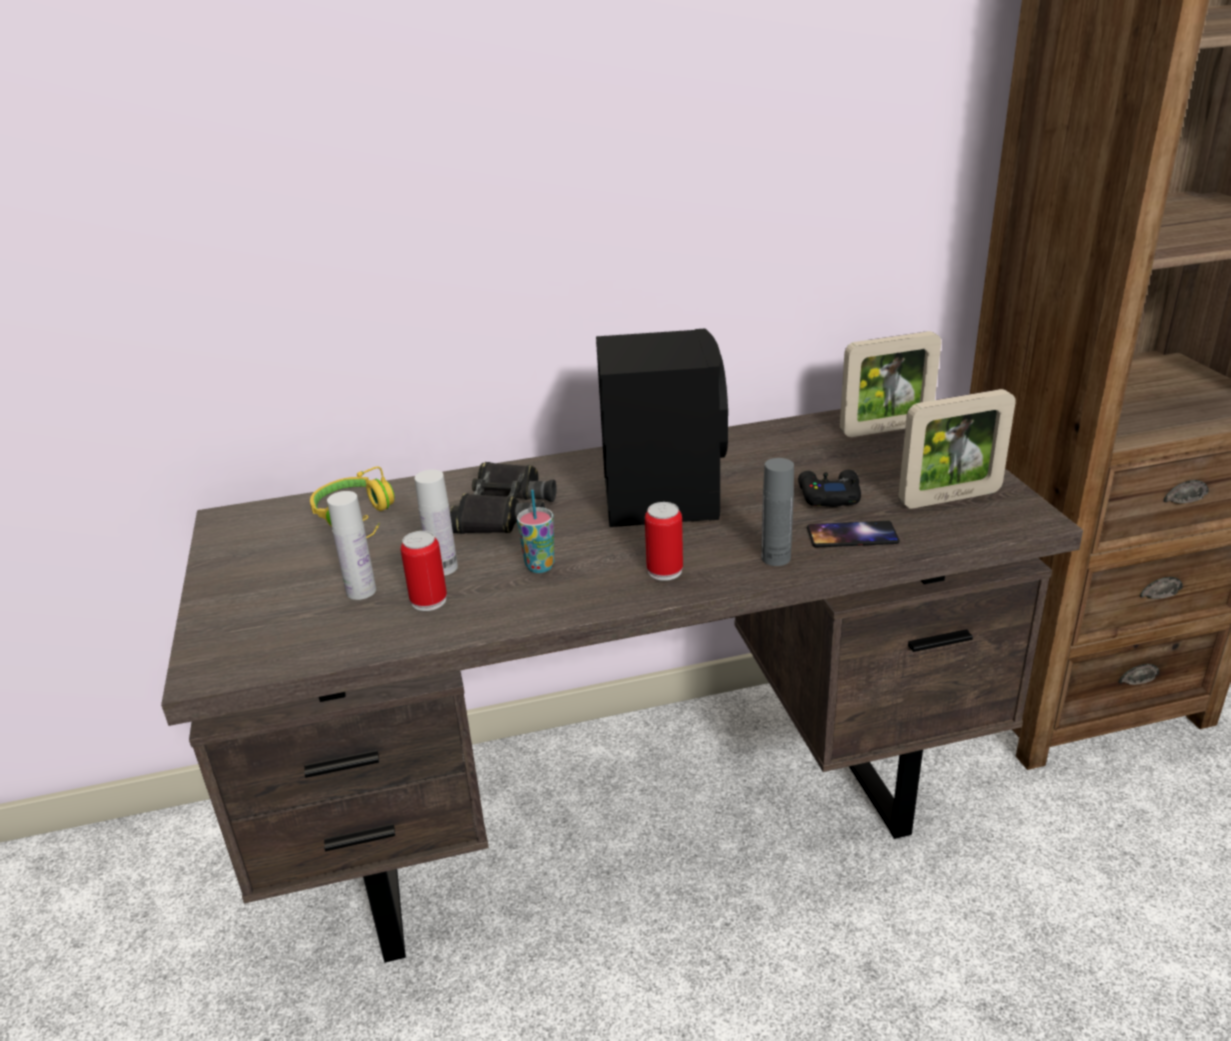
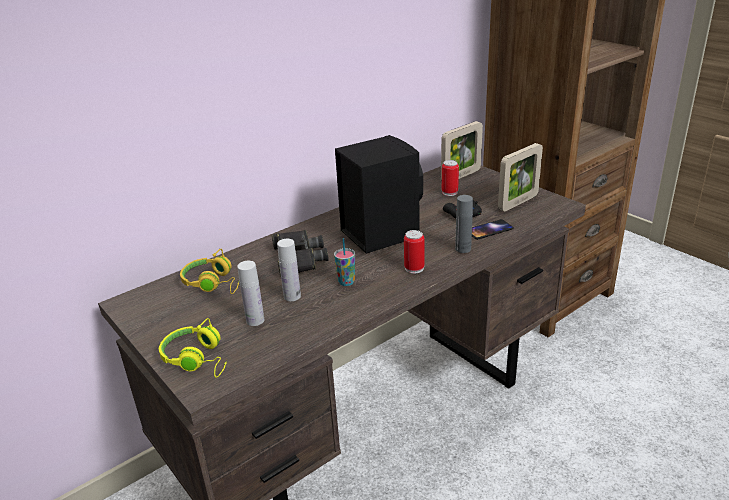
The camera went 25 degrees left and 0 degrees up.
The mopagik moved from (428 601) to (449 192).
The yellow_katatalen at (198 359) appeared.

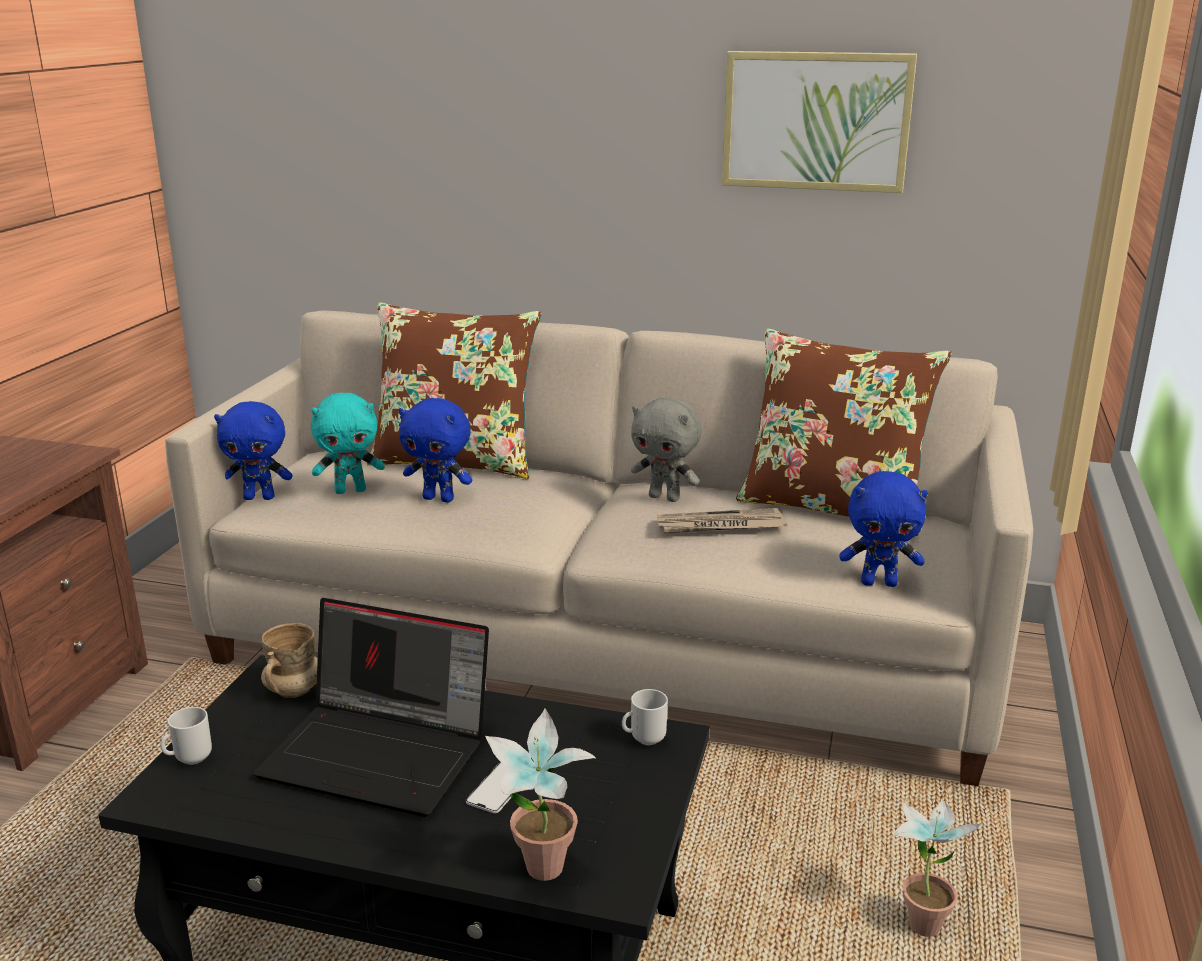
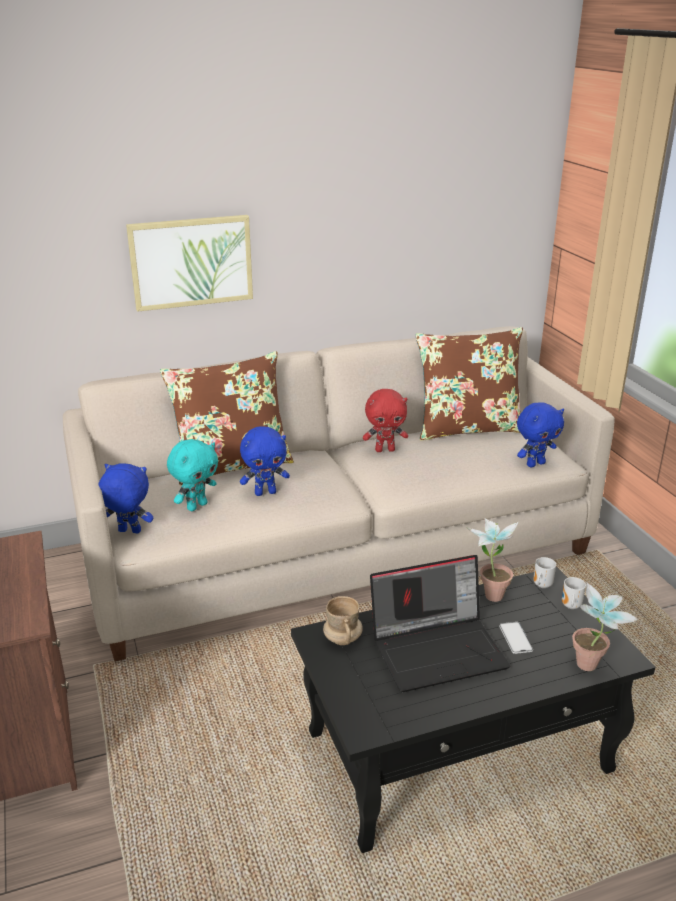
The camera went 35 degrees left and 5 degrees up.
The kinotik moved from (191 759) to (570 606).
The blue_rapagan at (260 497) turned 135 degrees counterclockwise.
The grey_rapagan at (665 497) became the red_rapagan at (385 450).
The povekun at (719 526) disappeared.
The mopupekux moved from (816 121) to (191 262).
The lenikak moved from (923 919) to (489 592).

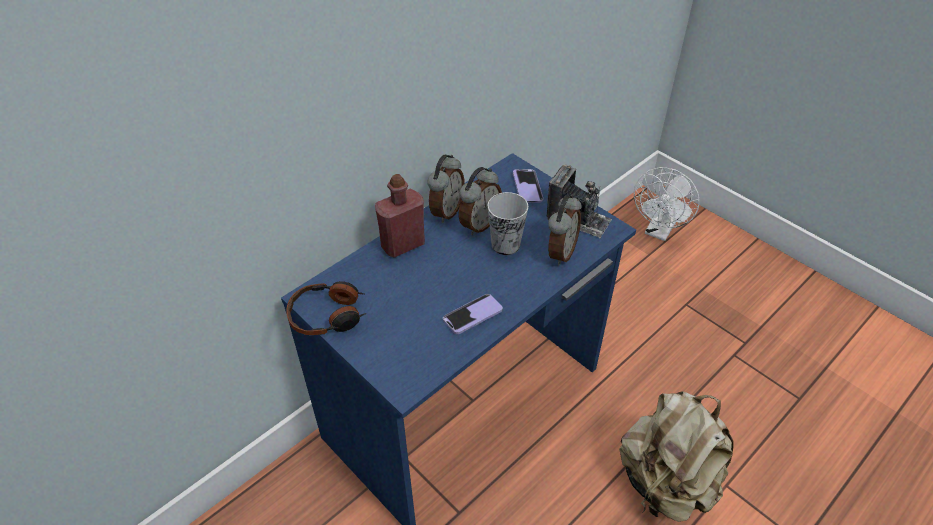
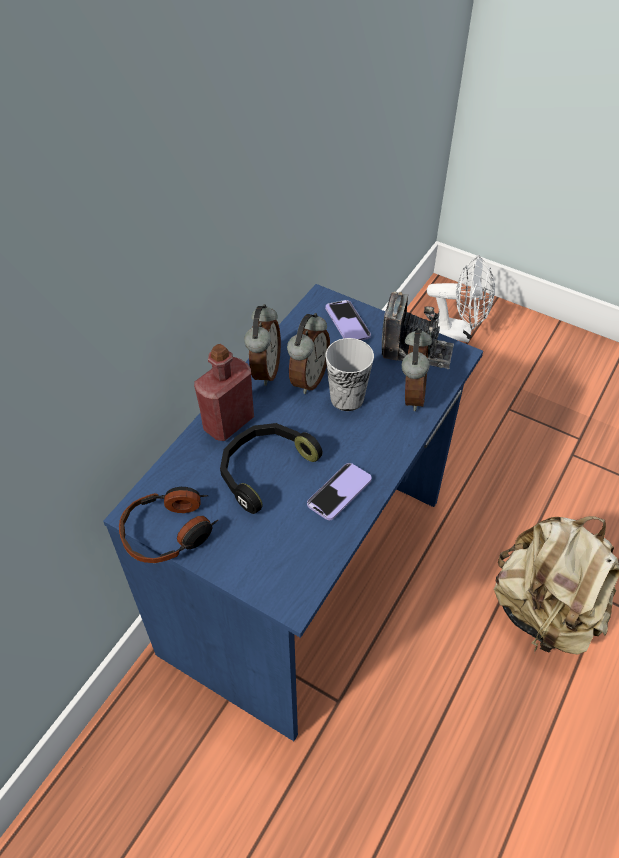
The camera went 15 degrees left and 5 degrees up.
The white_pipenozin at (659 231) turned 90 degrees counterclockwise.
The black_katatalen at (264 469) appeared.

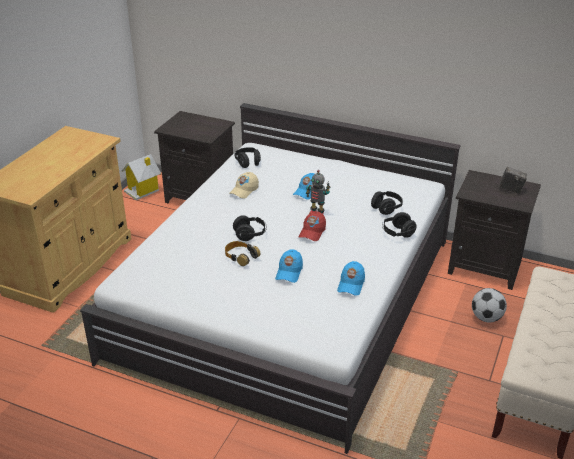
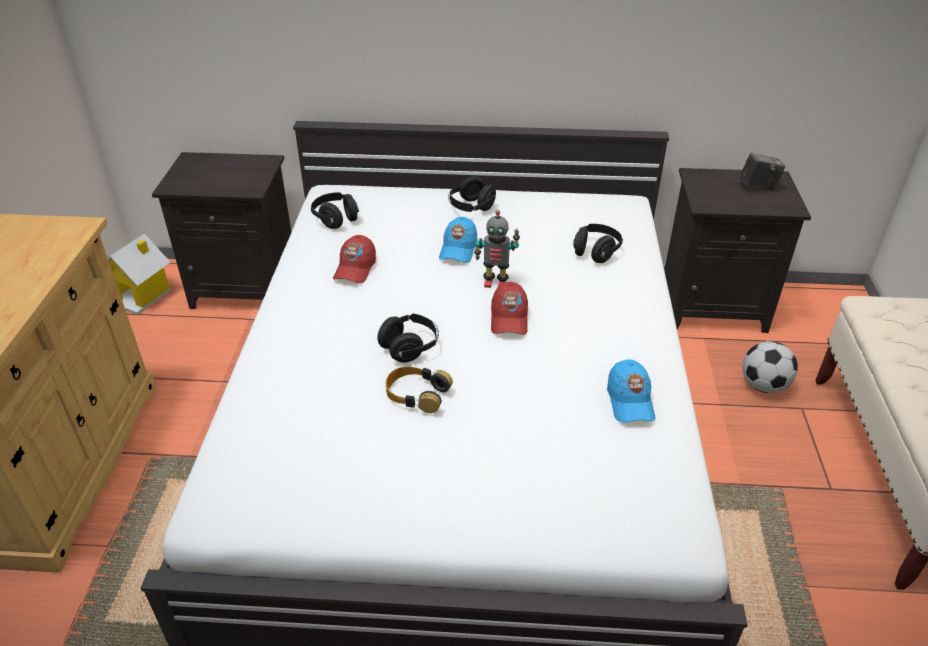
The camera went 20 degrees left and 5 degrees up.
The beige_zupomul at (244 190) became the red_zupomul at (355 268).
The blue_zupomul at (289 272) disappeared.
The black_katatalen moved from (397 233) to (471 208).

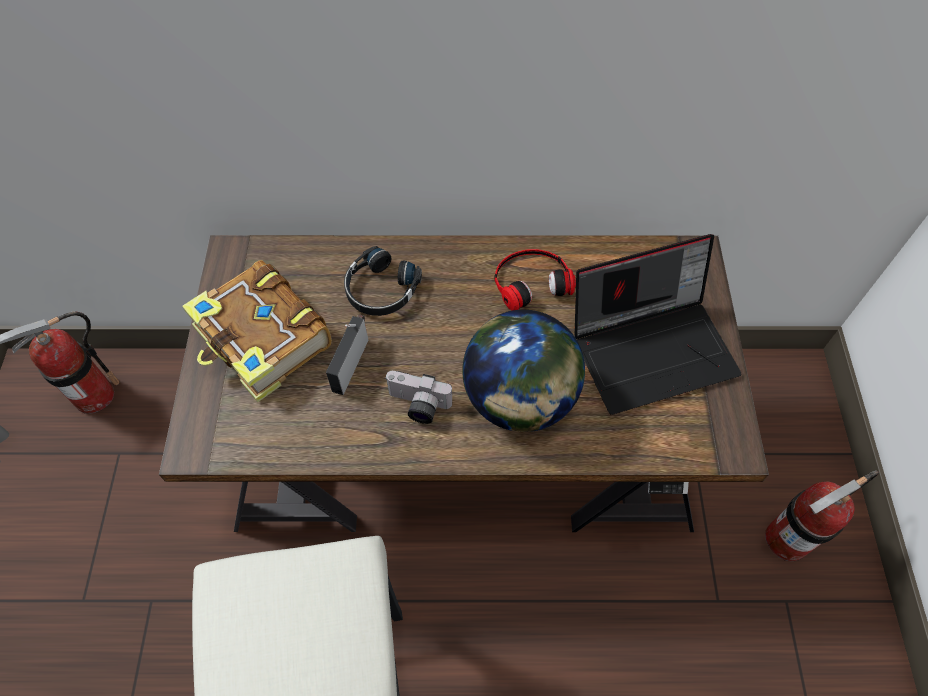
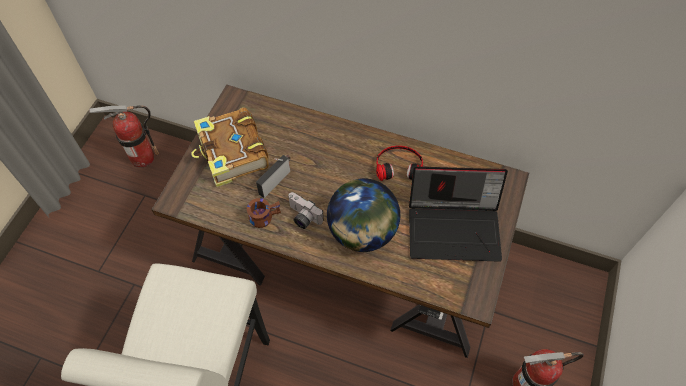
The camera went 20 degrees right and 0 degrees up.
The black_katatalen at (380 290) disappeared.
The brown_kinotik at (263 215) appeared.

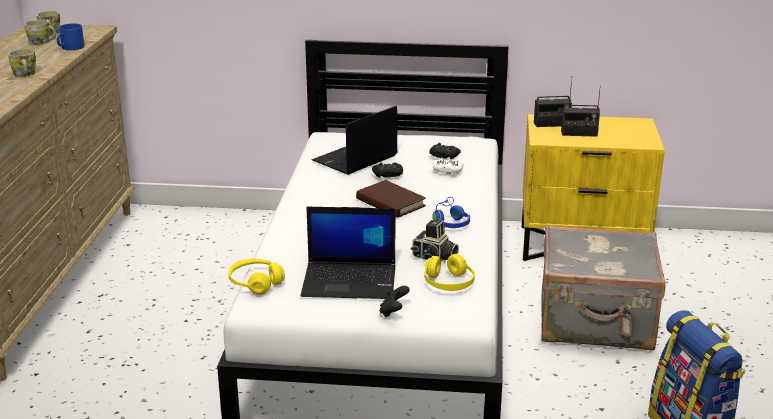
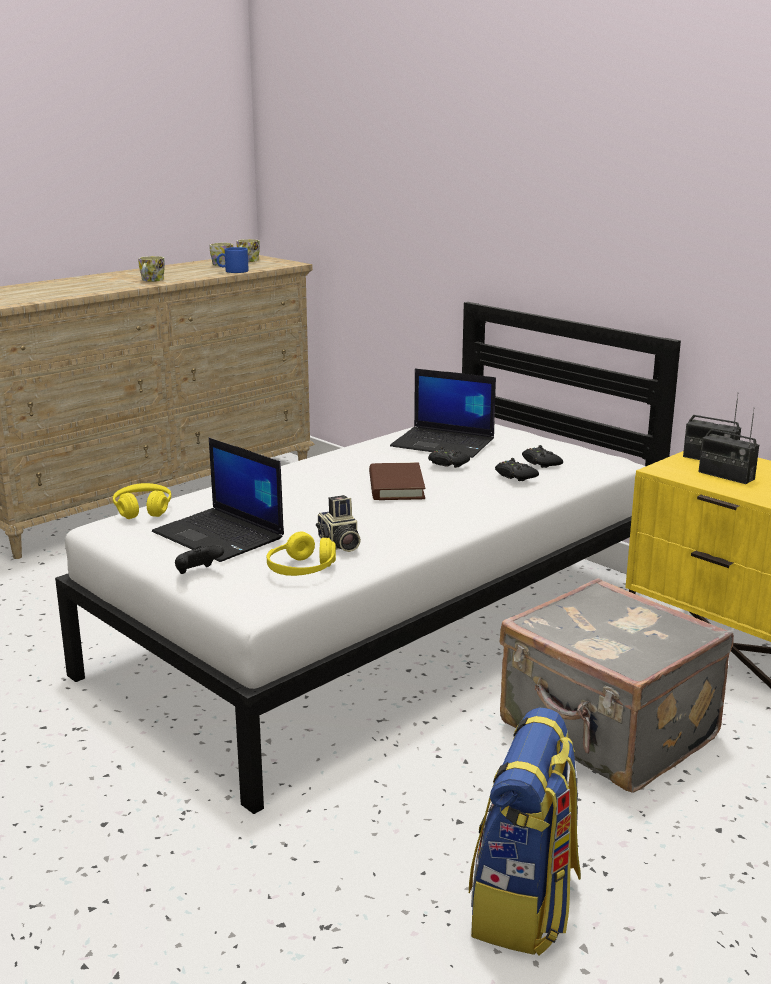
The camera went 40 degrees right and 5 degrees down.
The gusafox at (355 159) turned 150 degrees counterclockwise.
The blue_katatalen at (450 221) disappeared.
The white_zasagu at (447 170) became the black_zasagu at (515 476).

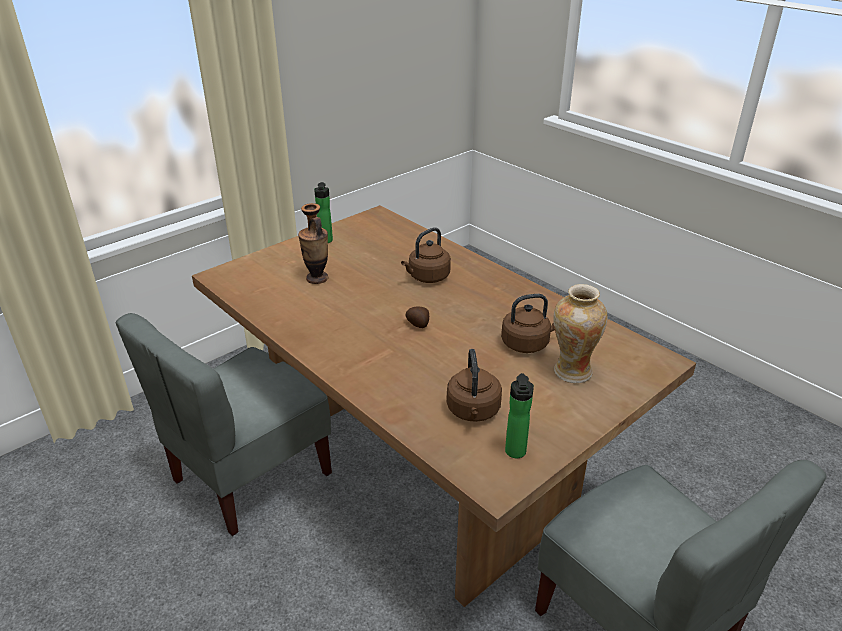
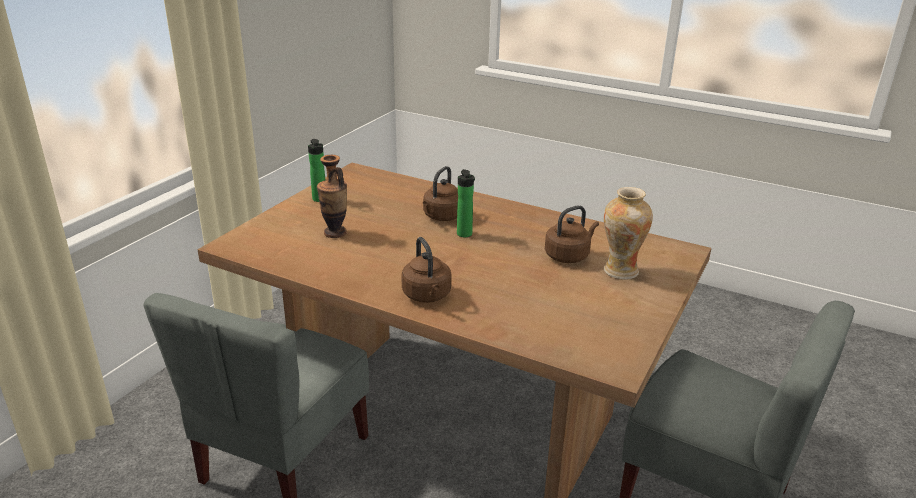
The camera went 20 degrees left and 5 degrees down.
The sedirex at (418 324) disappeared.
The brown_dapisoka moved from (473 411) to (427 296).
The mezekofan moved from (515 453) to (465 235).

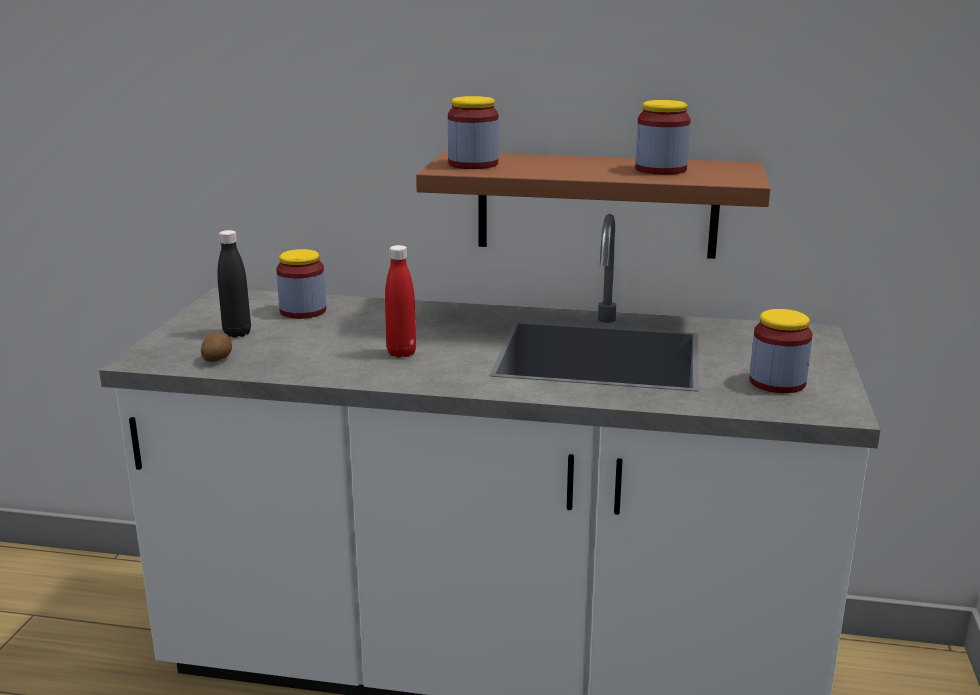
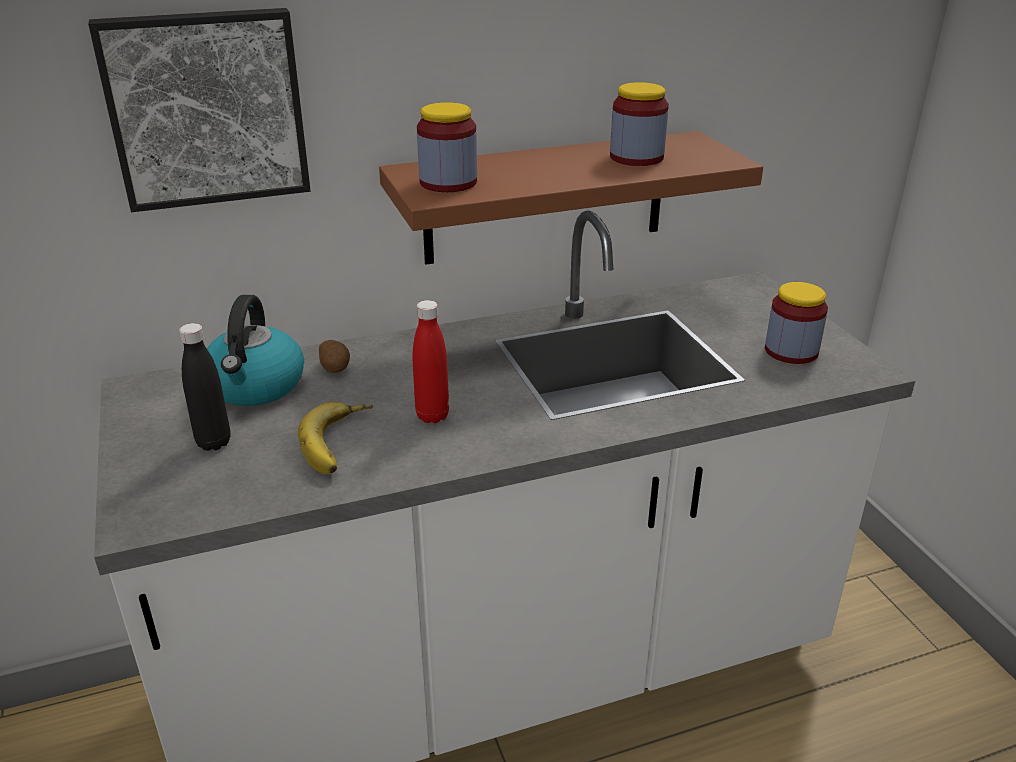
The camera went 30 degrees left and 10 degrees up.
The sedirex moved from (218 359) to (335 367).
The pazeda at (303 311) was replaced by the dapisoka at (256 386).
The mopupekux at (206 108) appeared.
The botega at (341 443) appeared.

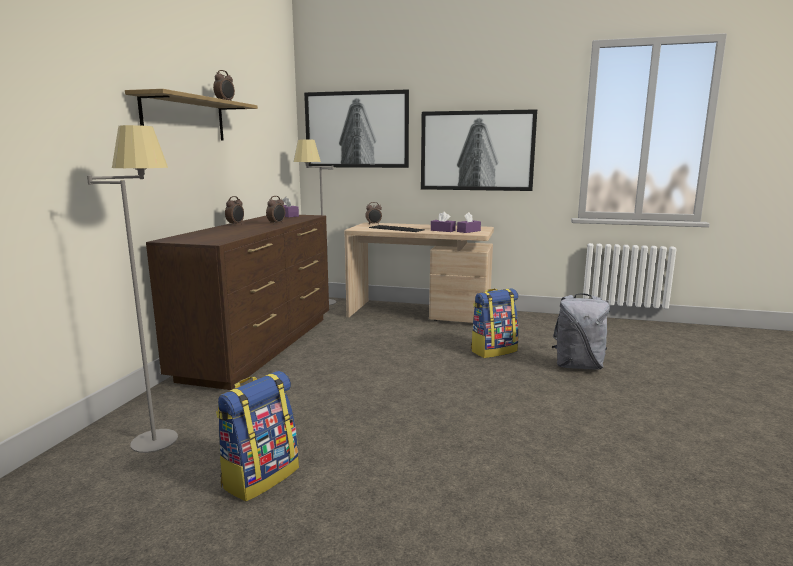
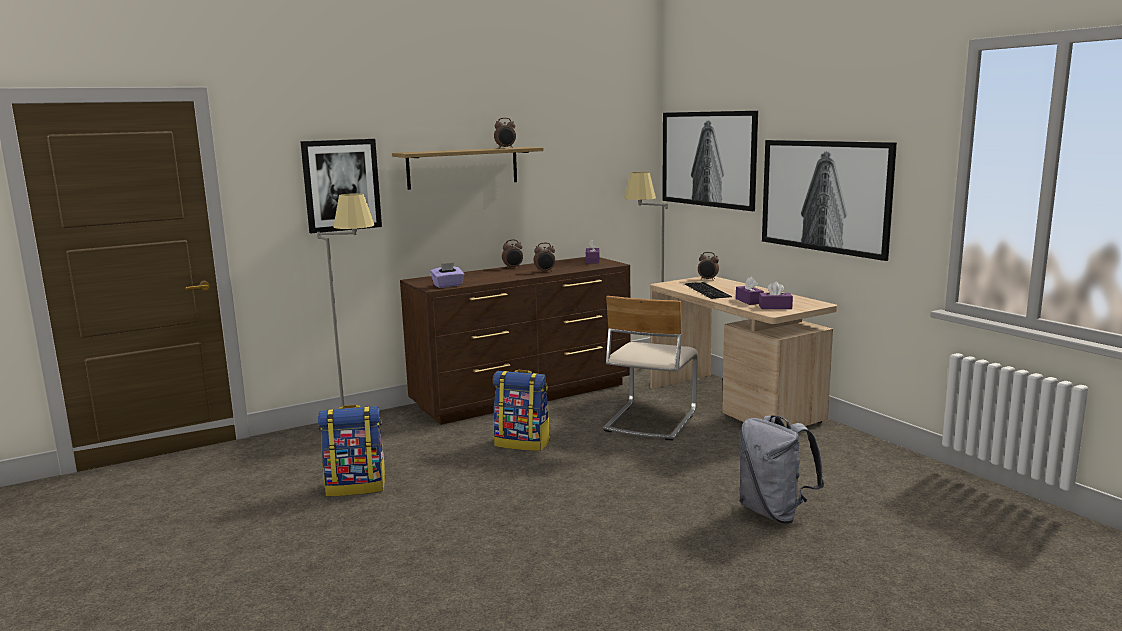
The camera went 45 degrees right and 0 degrees up.
The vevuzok moved from (493 351) to (523 443).
The mopupekux at (341 185) appeared.
The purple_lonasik at (448 285) appeared.
The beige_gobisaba at (649 421) appeared.

